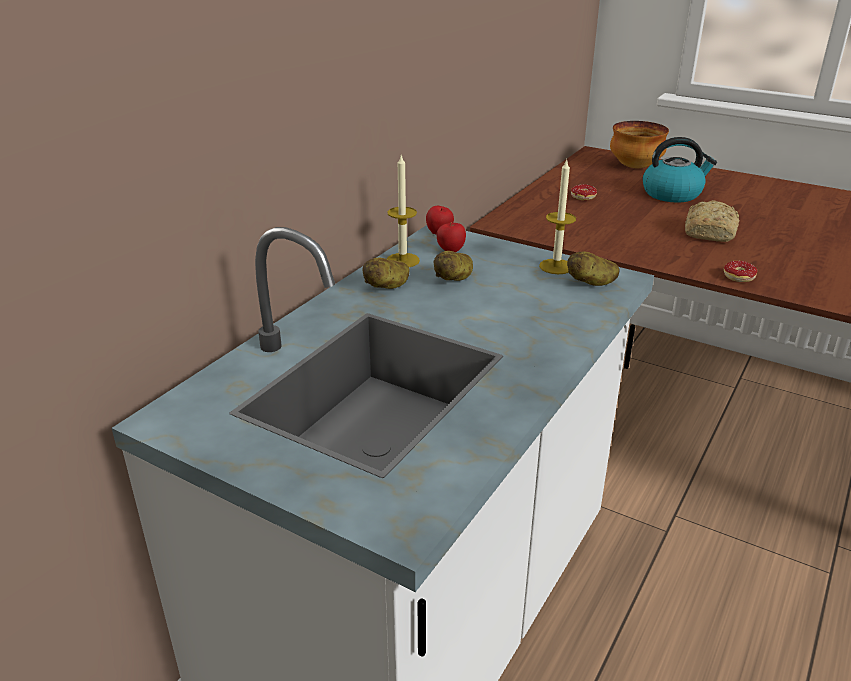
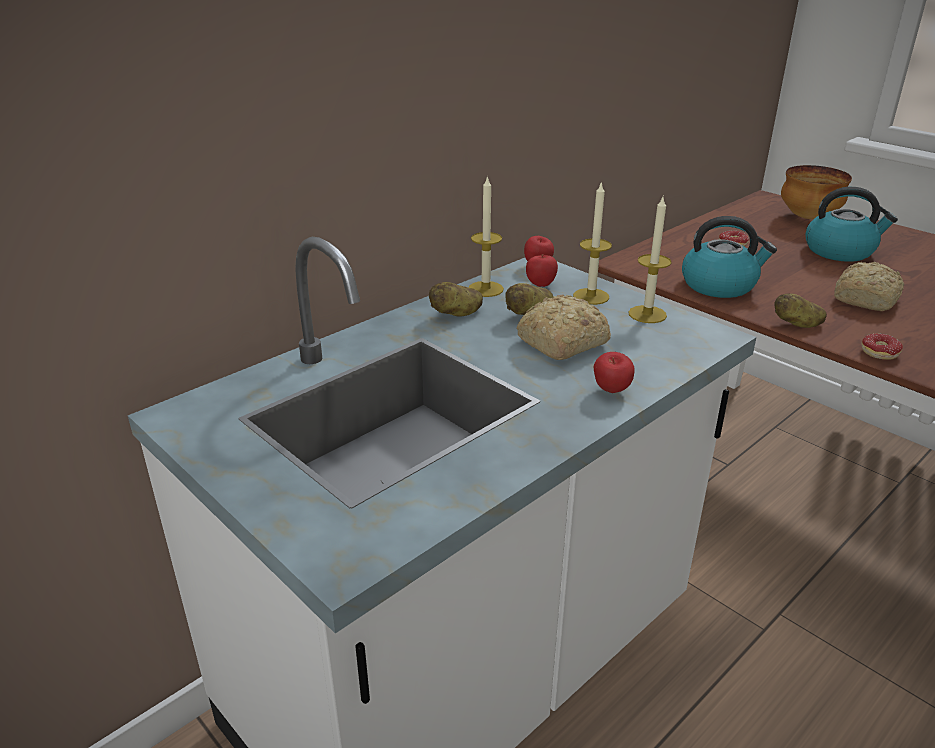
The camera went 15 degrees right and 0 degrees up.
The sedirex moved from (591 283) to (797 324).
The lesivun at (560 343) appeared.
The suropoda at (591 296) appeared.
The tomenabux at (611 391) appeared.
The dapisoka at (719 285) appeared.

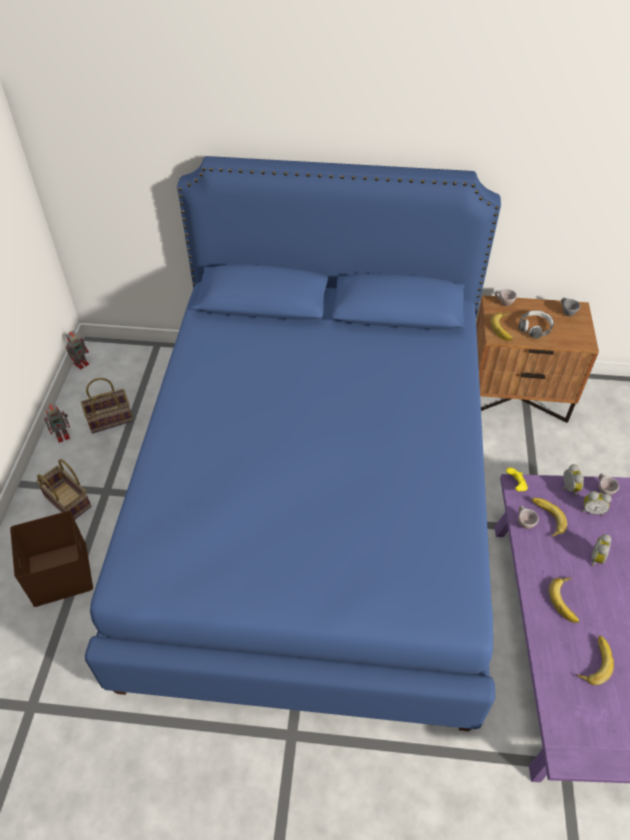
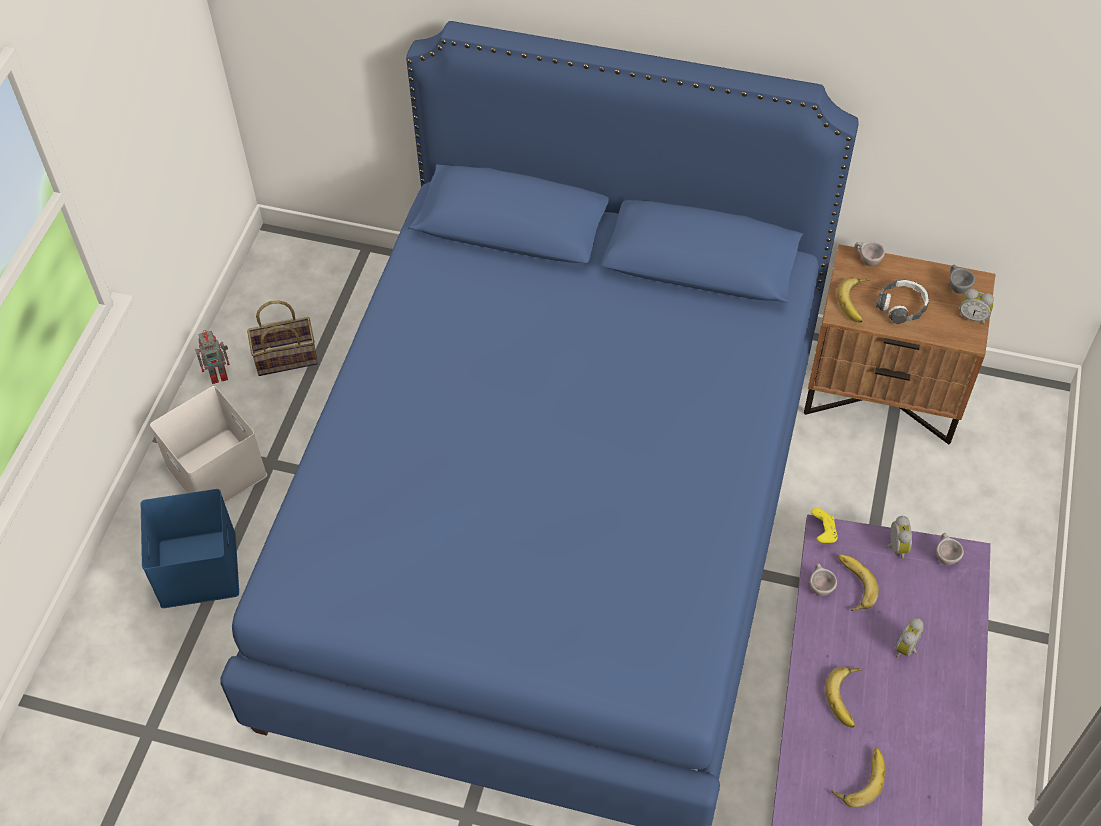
The camera went 10 degrees right and 5 degrees up.
The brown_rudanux at (58 572) became the blue_rudanux at (196 567).
The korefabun at (69 501) was replaced by the white_rudanux at (219 471).
The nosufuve at (82 363) disappeared.
The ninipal moved from (592 510) to (972 316).

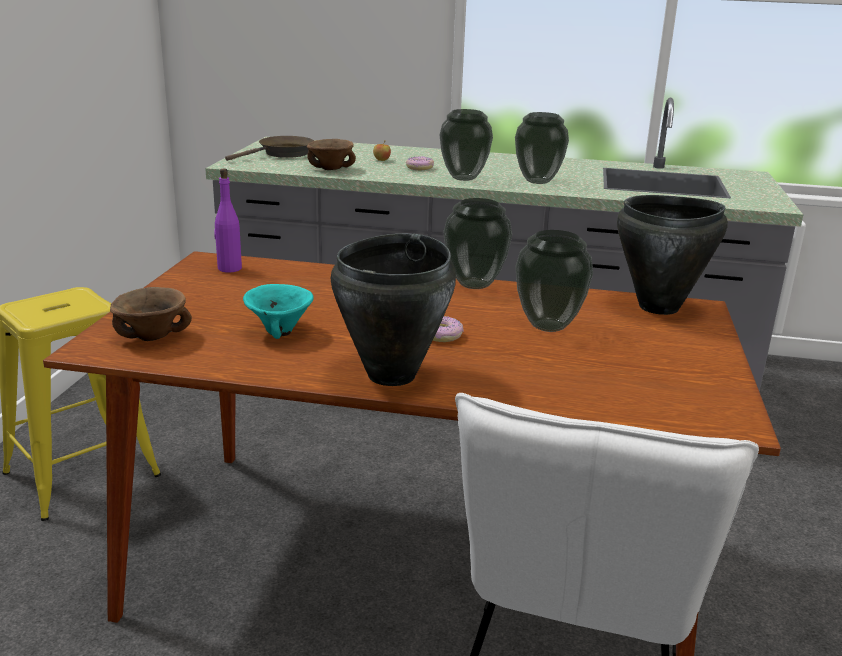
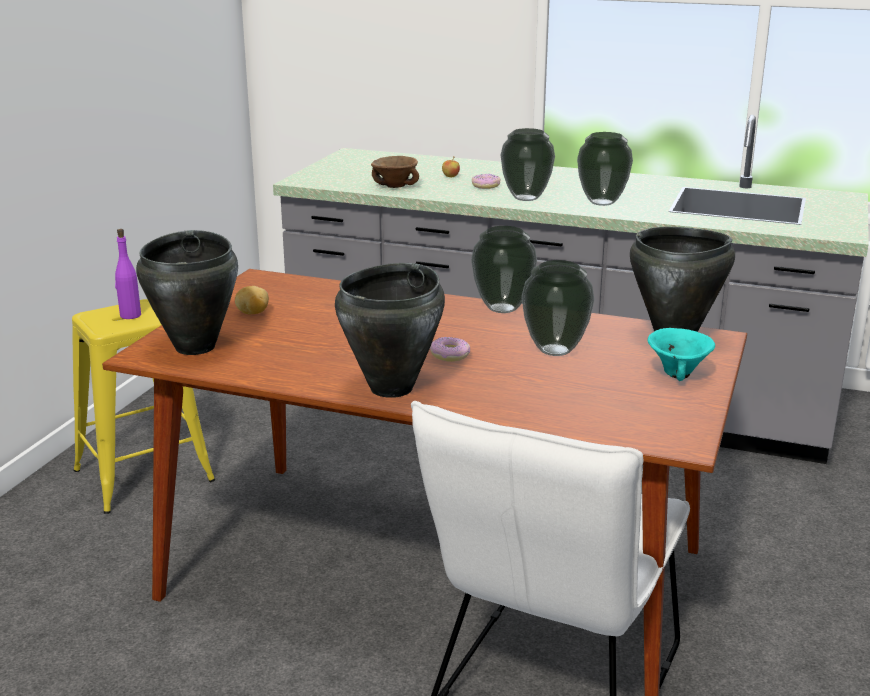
The camera went 10 degrees right and 0 degrees up.
The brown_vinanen at (153 336) was replaced by the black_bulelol at (196 347).
The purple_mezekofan moved from (229 268) to (130 315).
The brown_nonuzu at (282 154) disappeared.
The turquoise_vinanen moved from (279 332) to (677 374).
The sedirex at (252 313) appeared.

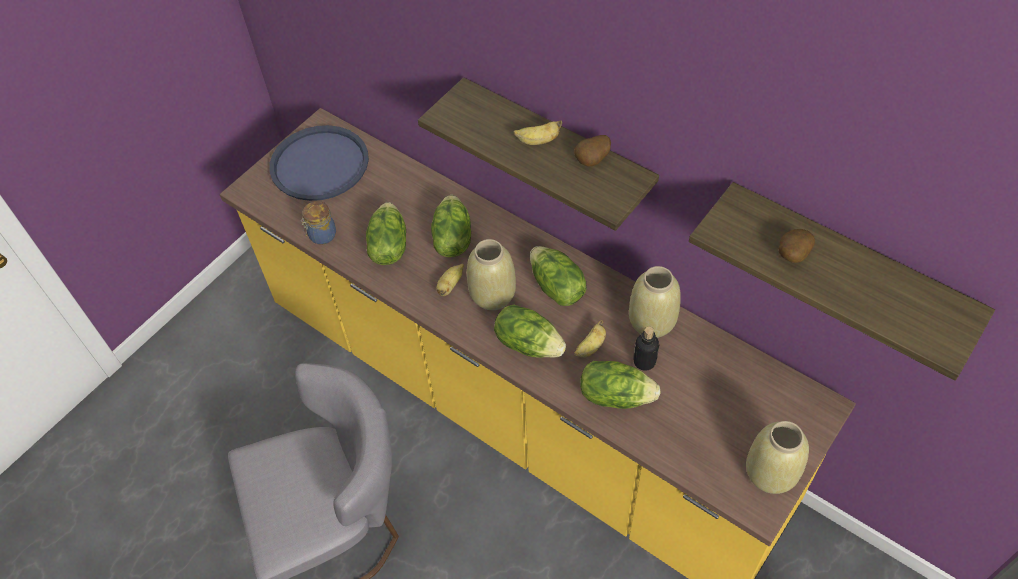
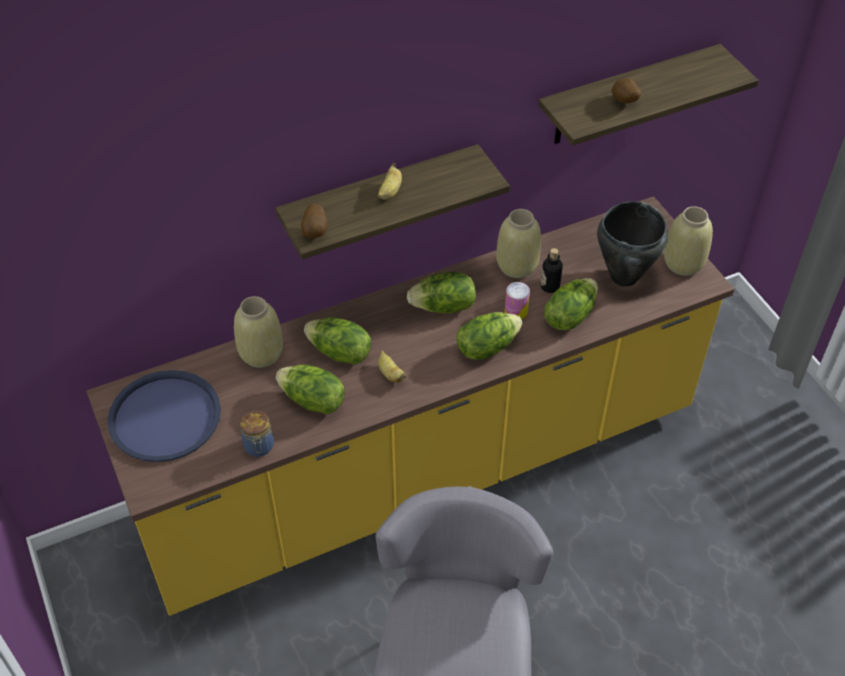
The camera went 65 degrees left and 5 degrees down.
The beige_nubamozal moved from (492 295) to (261 354).
The sedirex moved from (592 161) to (315 232).
The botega at (590 347) was replaced by the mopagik at (516 311).
The black_bulelol at (623 276) appeared.

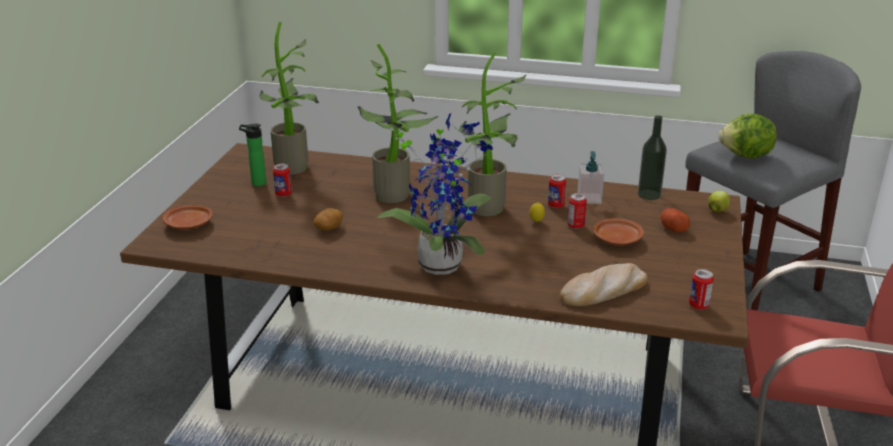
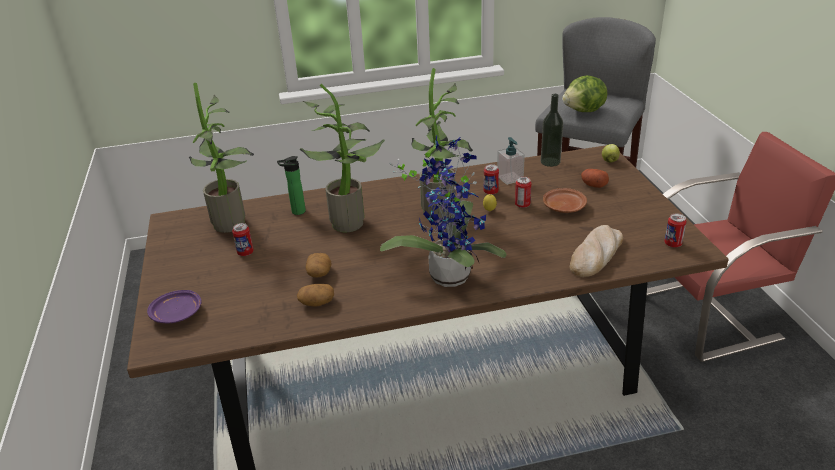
The camera went 25 degrees left and 5 degrees up.
The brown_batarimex at (189 225) became the purple_batarimex at (178 314).
The mezekofan moved from (256 183) to (296 212).
The sedirex at (316 302) appeared.

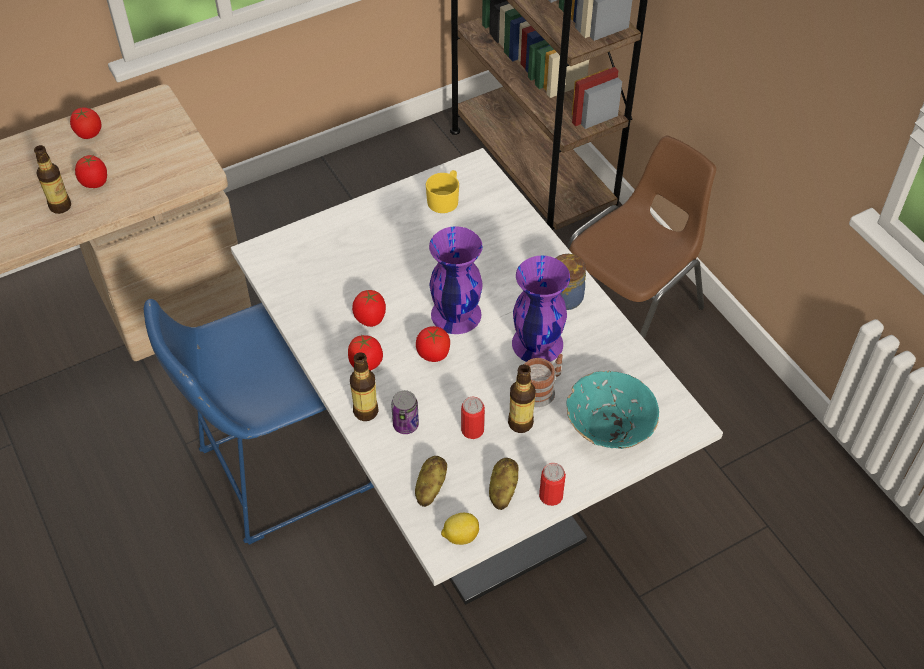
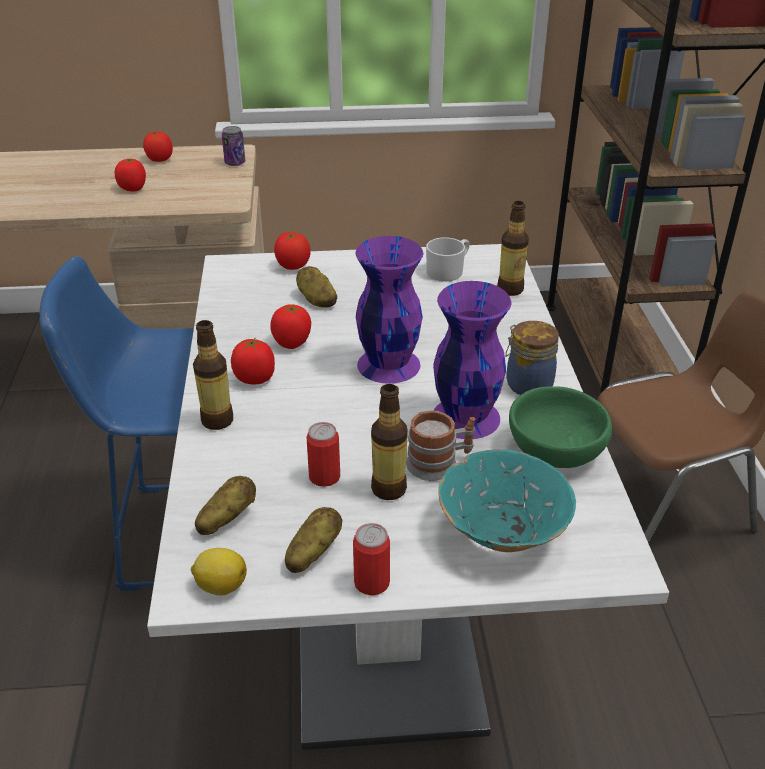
The camera went 25 degrees right and 15 degrees down.
The mezekofan moved from (60 206) to (510 289).
The mopagik moved from (405 425) to (235 163).
The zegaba moved from (433 354) to (292 266).
The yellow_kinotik at (445 199) became the white_kinotik at (448 271).
The sedirex at (316 300) appeared.
The green_vinanen at (554 450) appeared.

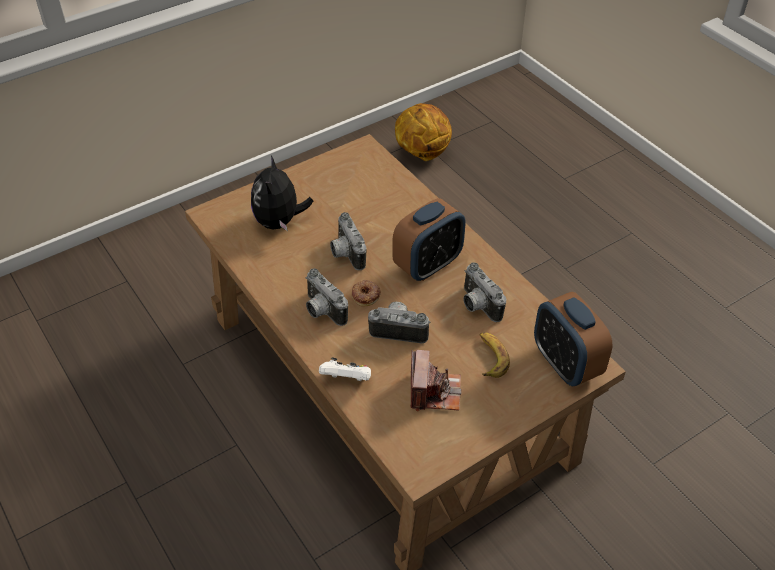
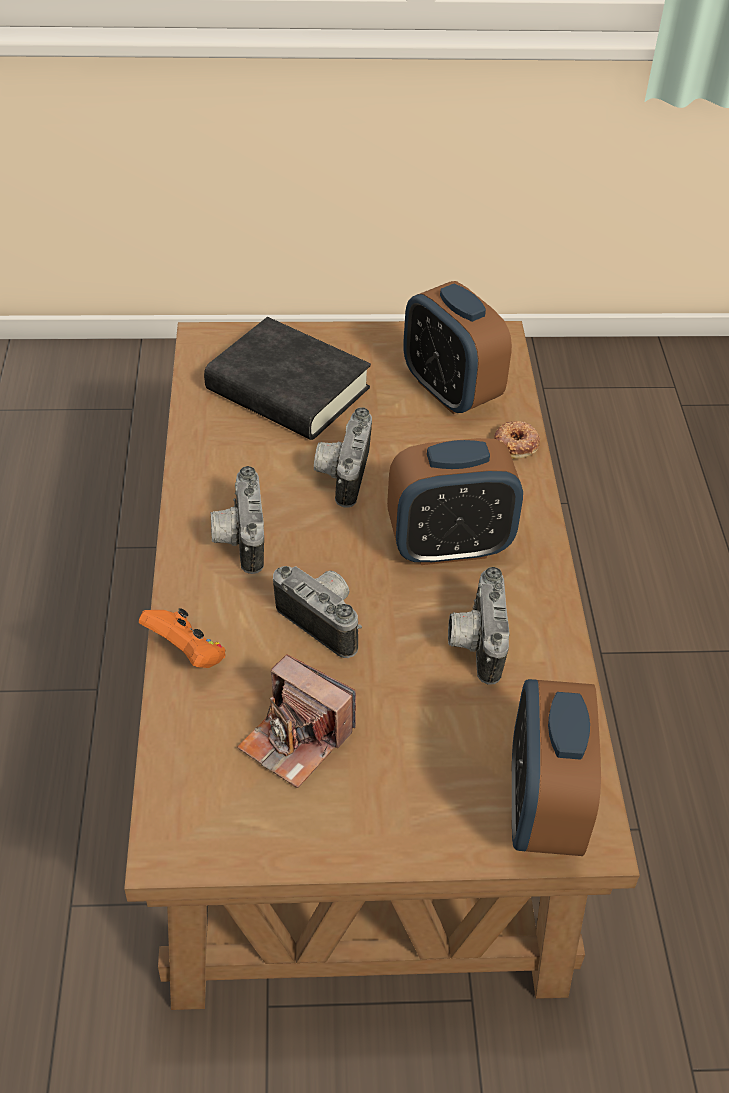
The camera went 30 degrees right and 0 degrees up.
The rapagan at (280 222) was replaced by the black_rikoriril at (288 390).
The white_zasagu at (347 379) became the orange_zasagu at (187 654).
The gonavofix moved from (366 295) to (516 444).
The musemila at (422 153) disappeared.
The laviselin at (434 392) turned 90 degrees clockwise.
The botega at (490 357) disappeared.
The ninipal at (450 391) appeared.

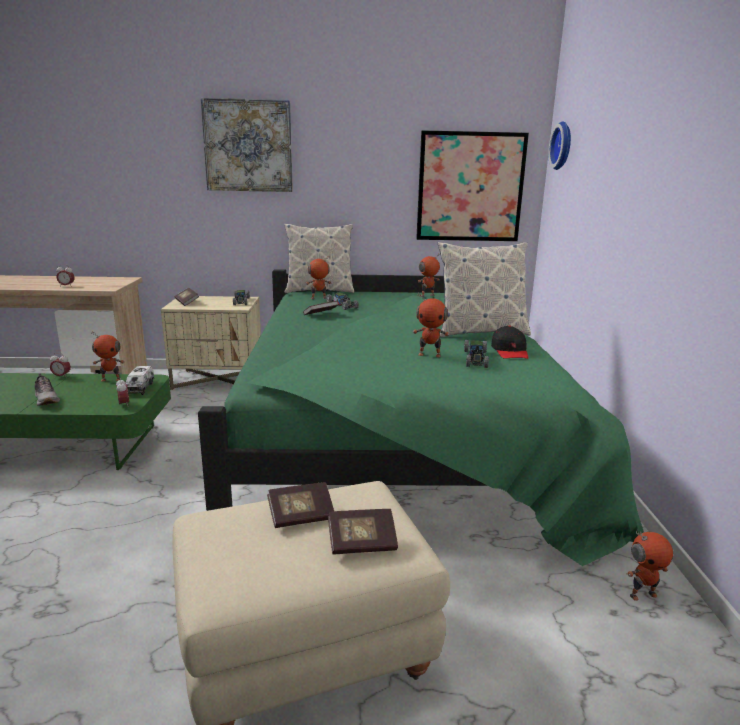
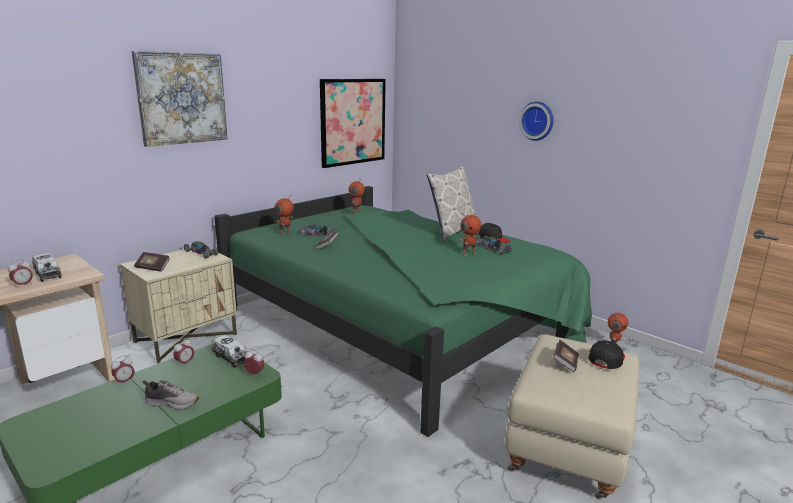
The camera went 45 degrees left and 0 degrees up.
The nosufuve at (111 379) was replaced by the ninipal at (185 363).
The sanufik at (319 291) disappeared.
The rikoriril at (362 543) was replaced by the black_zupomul at (606 359).
The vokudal moved from (563 146) to (537 121).
The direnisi at (47 274) appeared.

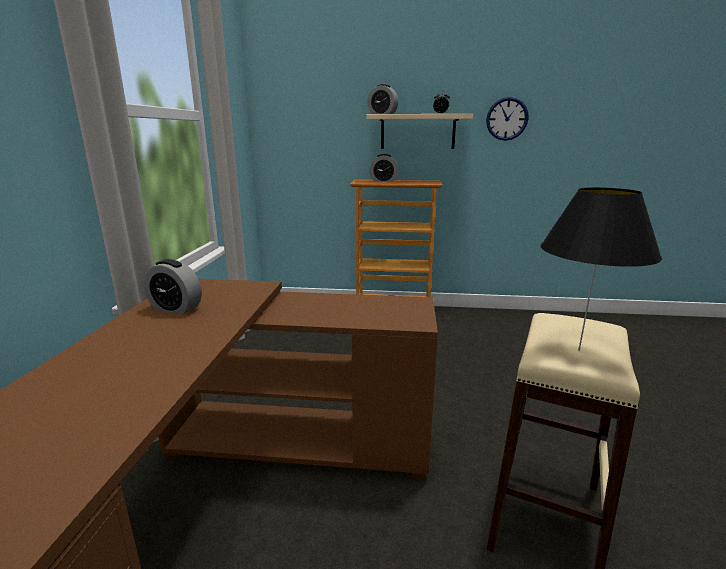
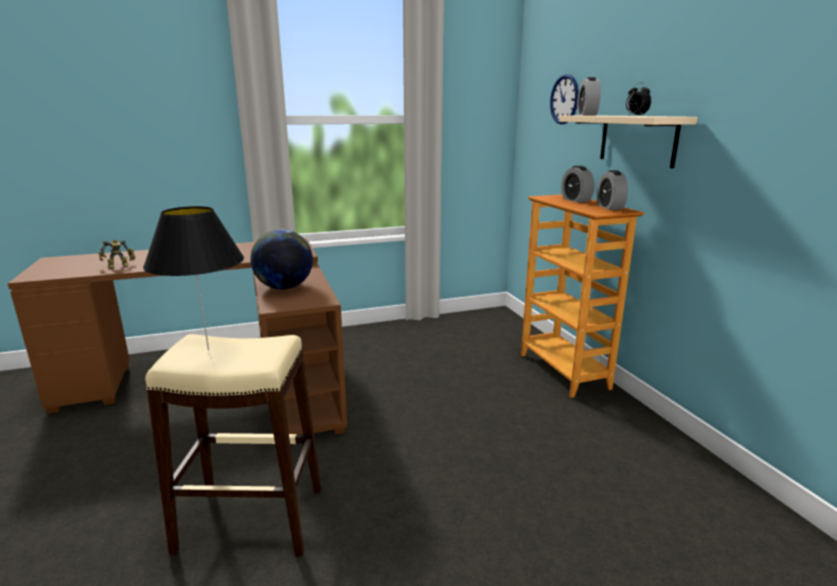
The camera went 65 degrees right and 0 degrees up.
The ninipal moved from (175 308) to (610 207).
The vokudal moved from (507 119) to (564 99).
The nosufuve at (119 266) appeared.
The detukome at (284 287) appeared.

